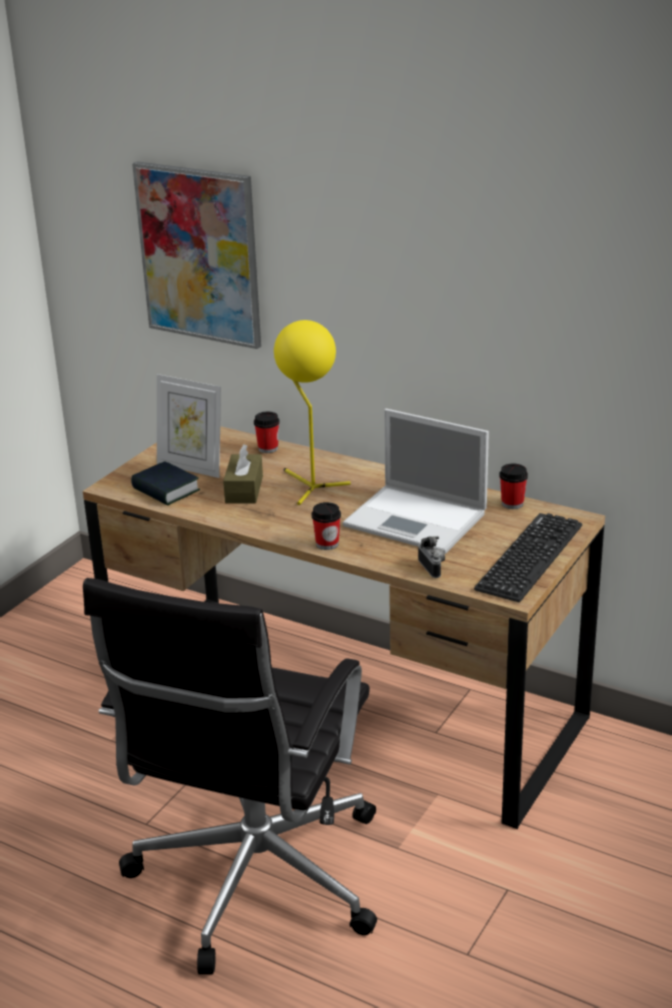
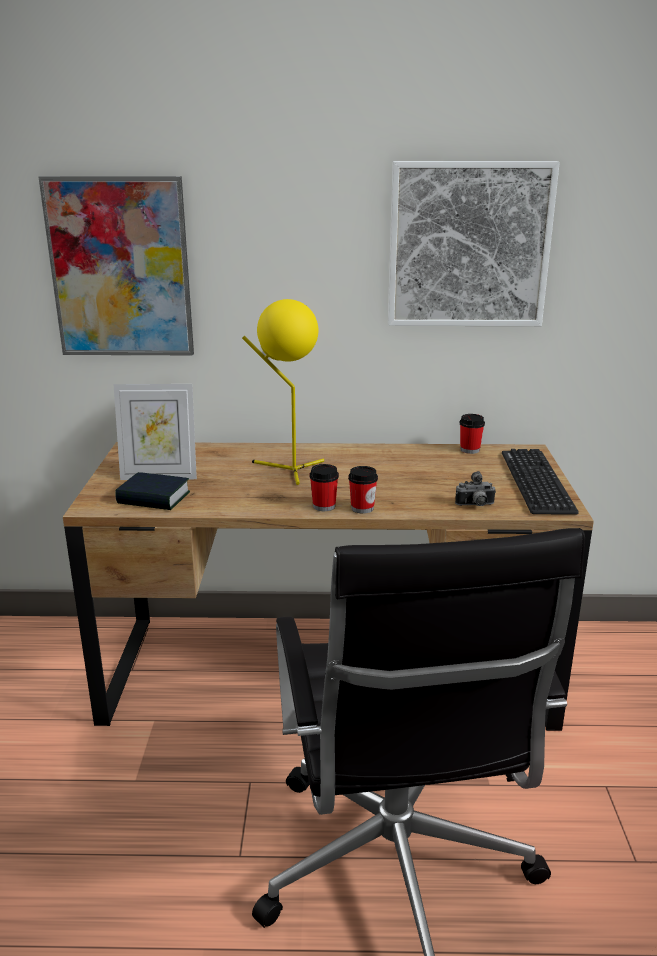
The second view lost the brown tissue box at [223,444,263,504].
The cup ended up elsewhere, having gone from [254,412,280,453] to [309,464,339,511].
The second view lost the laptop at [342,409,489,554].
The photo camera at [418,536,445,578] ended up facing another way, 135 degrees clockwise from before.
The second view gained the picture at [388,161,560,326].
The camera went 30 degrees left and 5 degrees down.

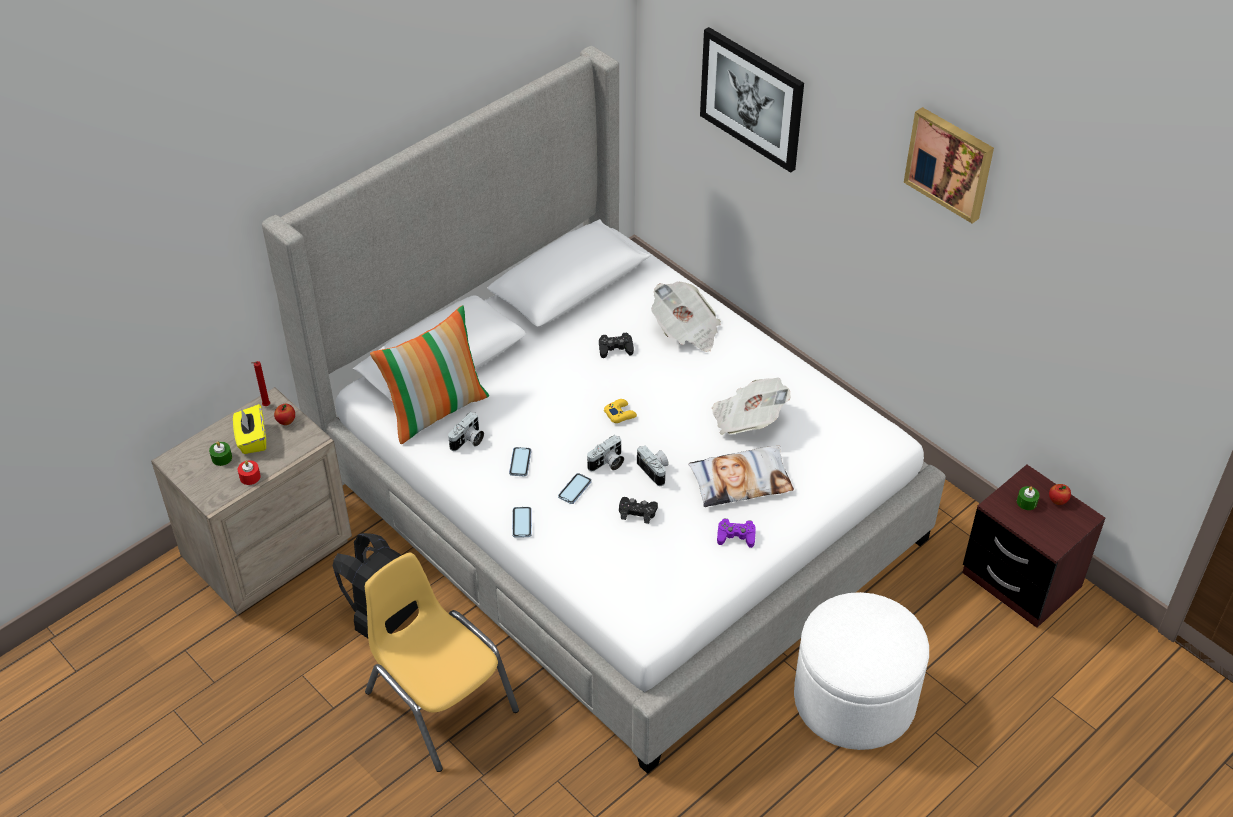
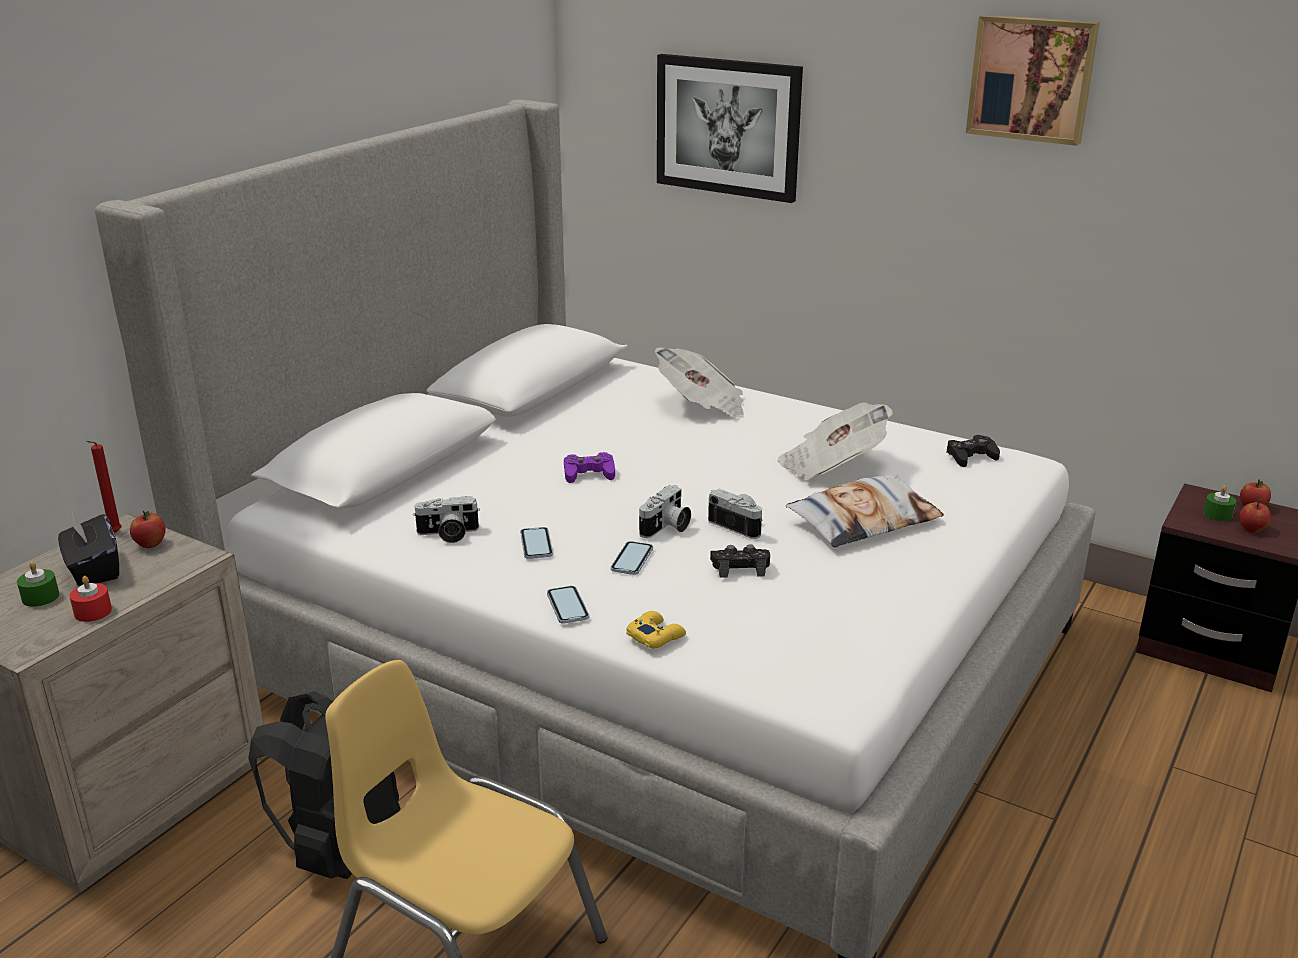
What was the yellow tissue box at [233,404,266,454] turned into the black tissue box at [58,513,119,586].
The second view lost the pillow at [370,305,489,444].
The photo camera at [448,412,484,451] ended up facing another way, 60 degrees clockwise from before.
The black game controller ended up elsewhere, having gone from [599,333,634,358] to [946,435,1000,467].
The yellow game controller ended up elsewhere, having gone from [604,399,637,423] to [626,611,686,649].
The purple game controller ended up elsewhere, having gone from [717,519,756,548] to [564,452,615,483].
The second view lost the white ottoman at [794,592,929,750].
The second view gained the apple at [1239,500,1271,533].
The camera went 15 degrees left and 20 degrees down.

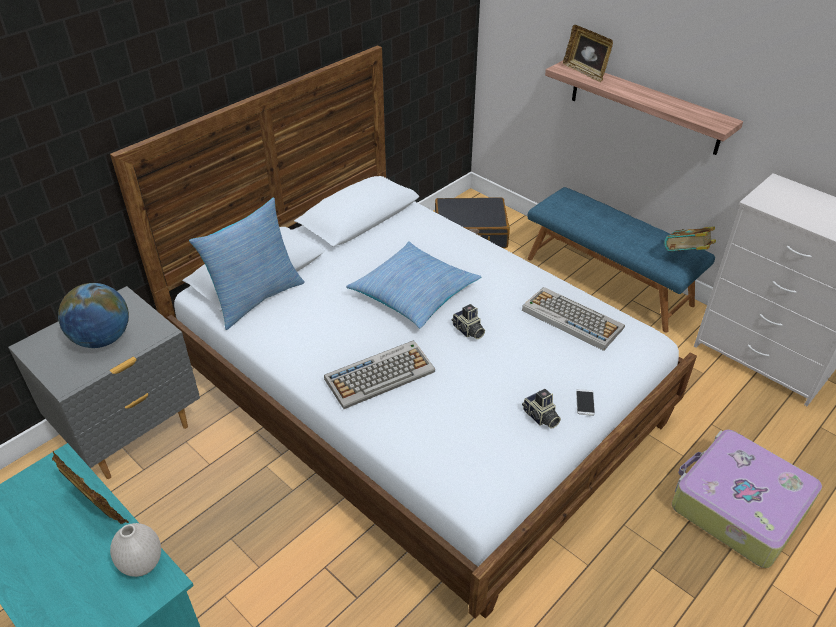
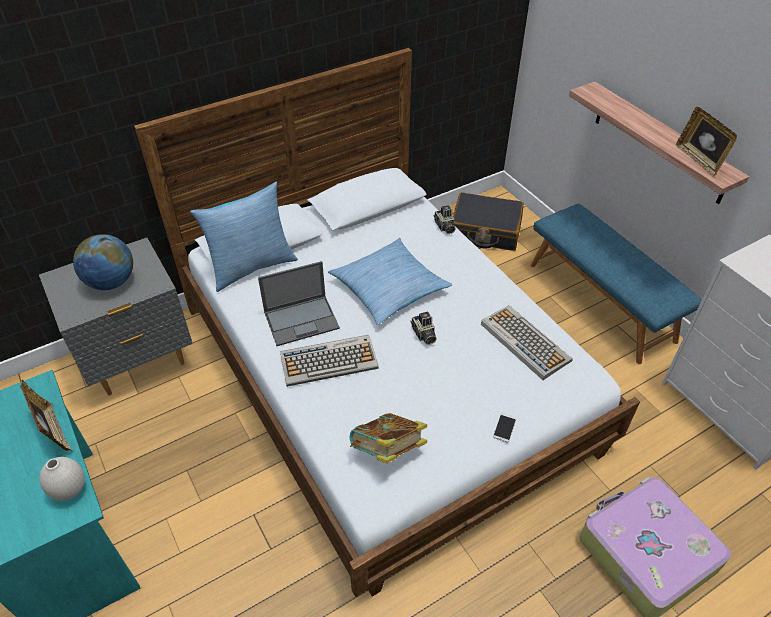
The photo camera ended up elsewhere, having gone from [522,389,561,429] to [433,205,456,234].
The picture frame ended up elsewhere, having gone from [563,25,613,82] to [676,107,737,177].
The book ended up elsewhere, having gone from [664,226,716,251] to [350,413,427,464].
The second view gained the laptop at [258,261,340,346].
The camera went 15 degrees right and 5 degrees up.

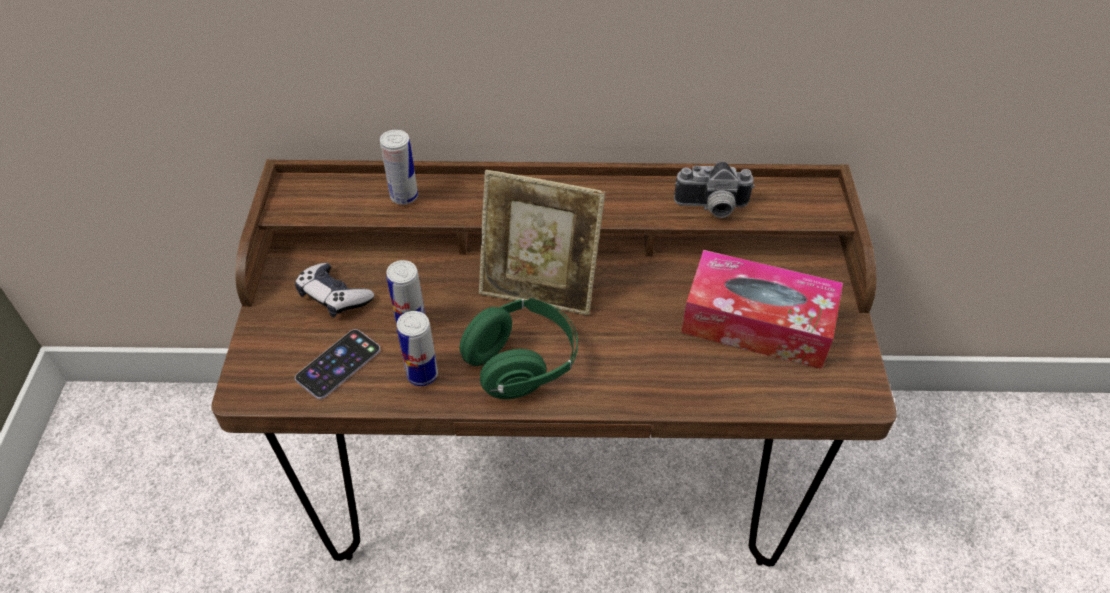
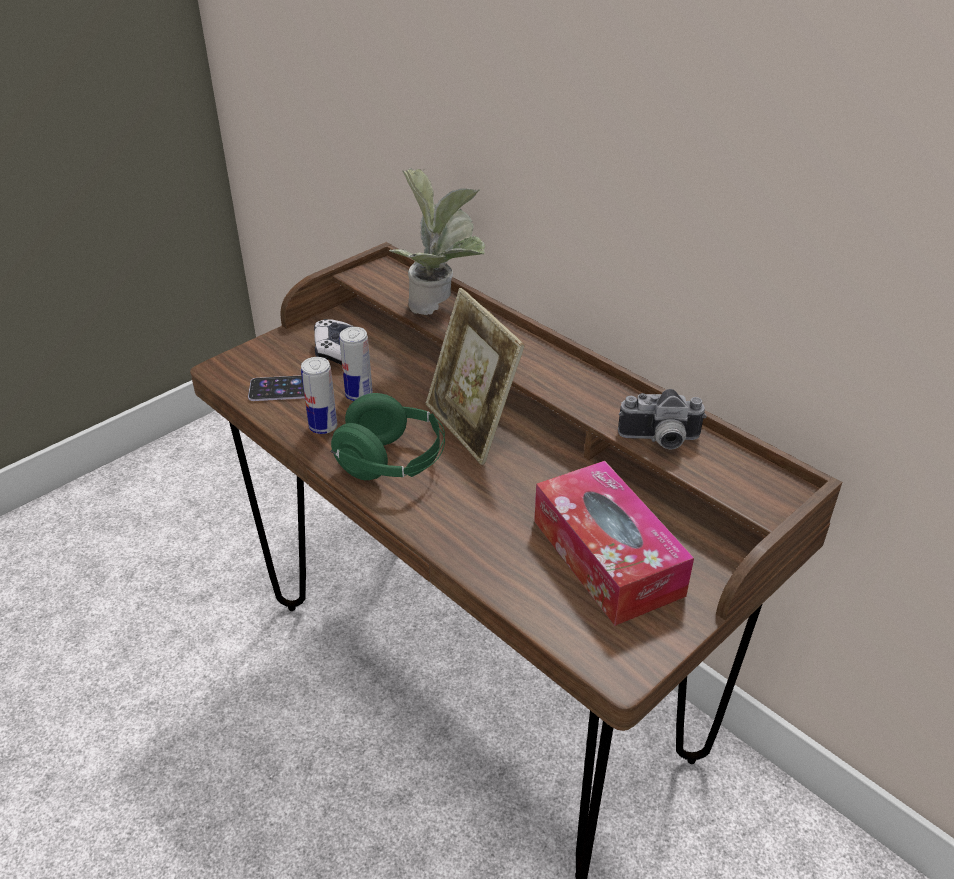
Where the can stood at [380,130,418,205], the potted plant came to stand at [389,168,485,315].
The photo camera at [674,161,755,218] ended up facing another way, 45 degrees counterclockwise from before.
The camera went 45 degrees right and 10 degrees down.

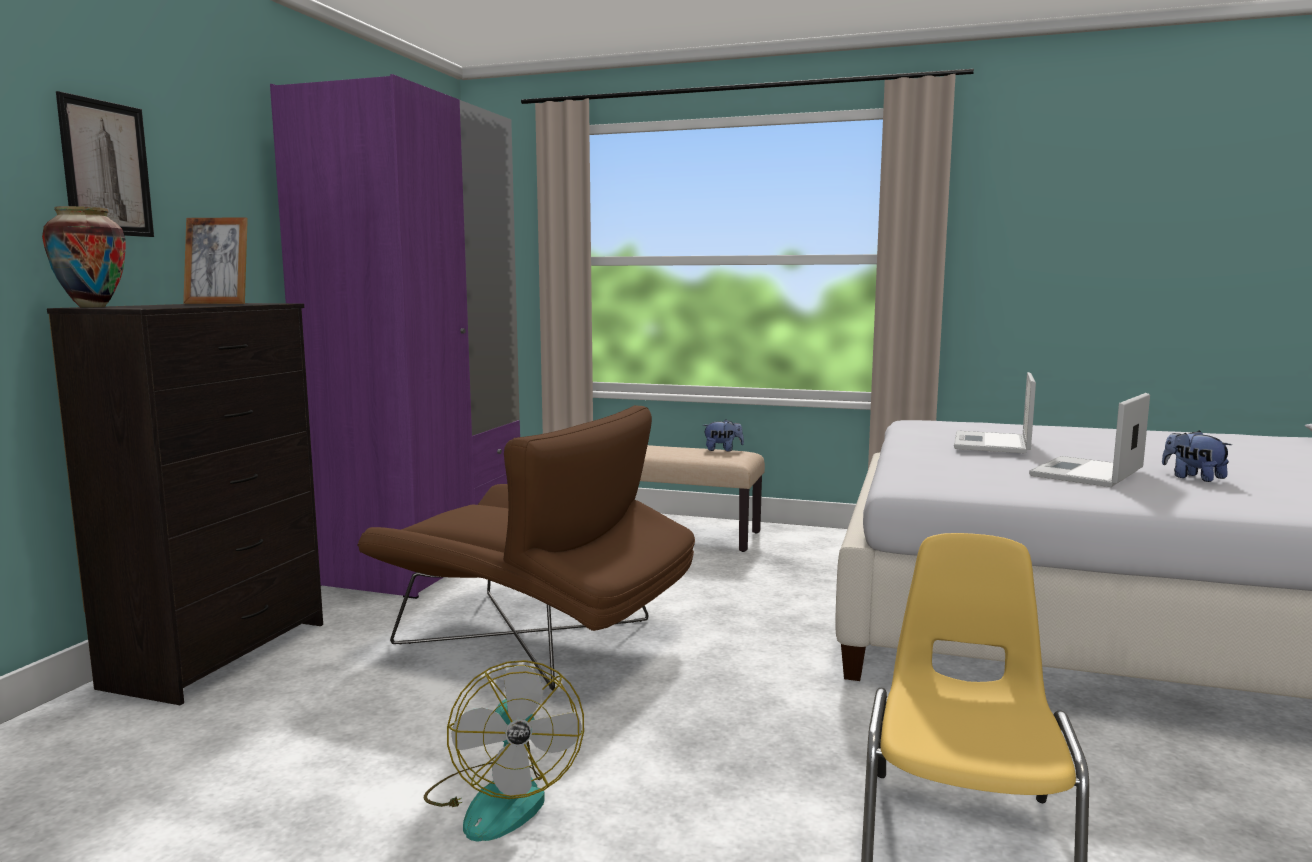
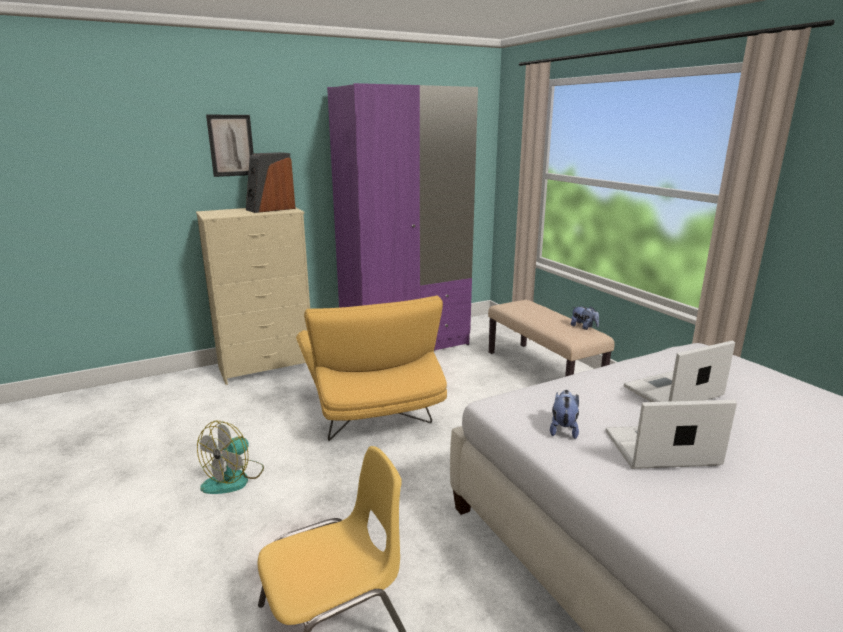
The second view lost the vase at [42,206,126,307].
What was the black dresser at [47,303,323,705] turned into the beige dresser at [196,207,310,385].
Where the picture frame stood at [183,217,248,304], the speaker came to stand at [246,152,296,213].
What was the brown armchair at [357,405,695,691] turned into the yellow armchair at [296,295,447,441].
The plush toy ended up elsewhere, having gone from [1162,430,1232,482] to [550,390,579,439].
The camera went 45 degrees right and 10 degrees up.

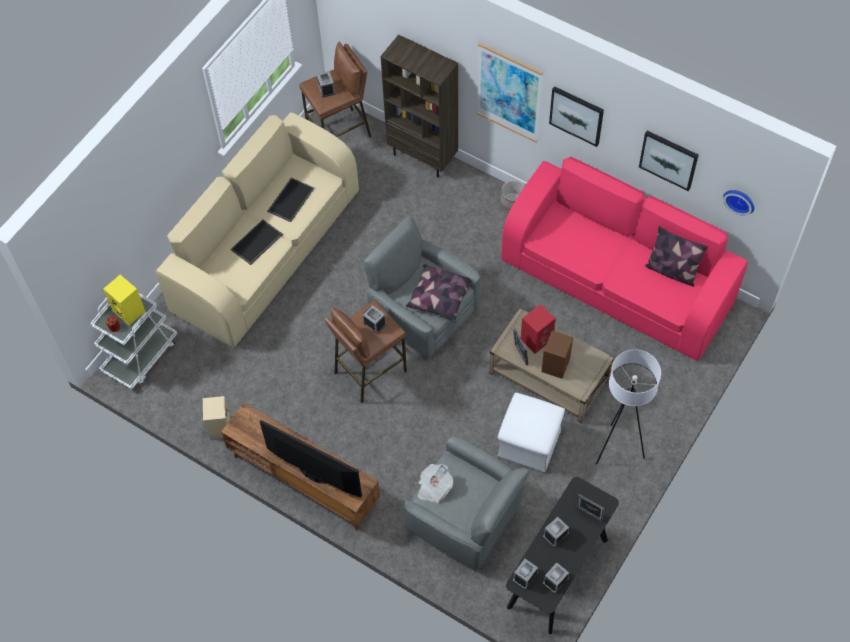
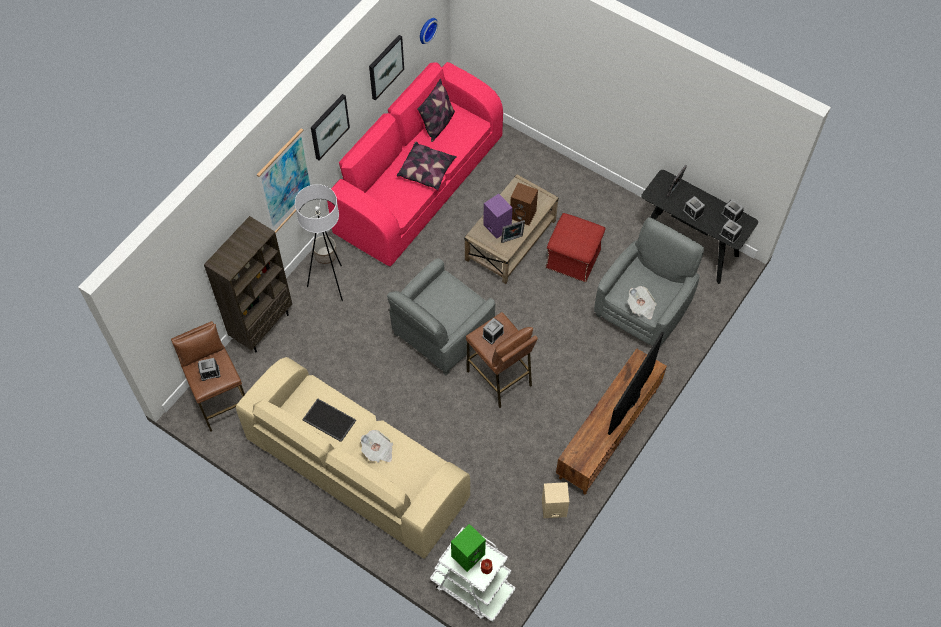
What was the yellow speaker at [104,275,145,325] turned into the green speaker at [451,524,486,572].
Where the tray stood at [231,219,283,265], the newspaper came to stand at [361,430,393,463].
The pillow ended up elsewhere, having gone from [406,264,474,323] to [397,142,456,190].
What was the white ottoman at [497,393,565,473] turned into the red ottoman at [545,213,606,282].
What was the red speaker at [521,304,556,354] turned into the purple speaker at [483,194,513,239].
The white floor lamp ended up elsewhere, having gone from [596,350,661,464] to [295,184,343,301].
The camera went 90 degrees left and 0 degrees up.

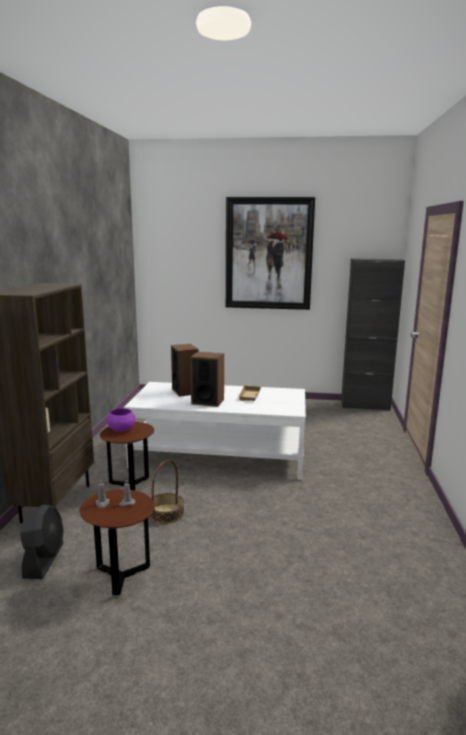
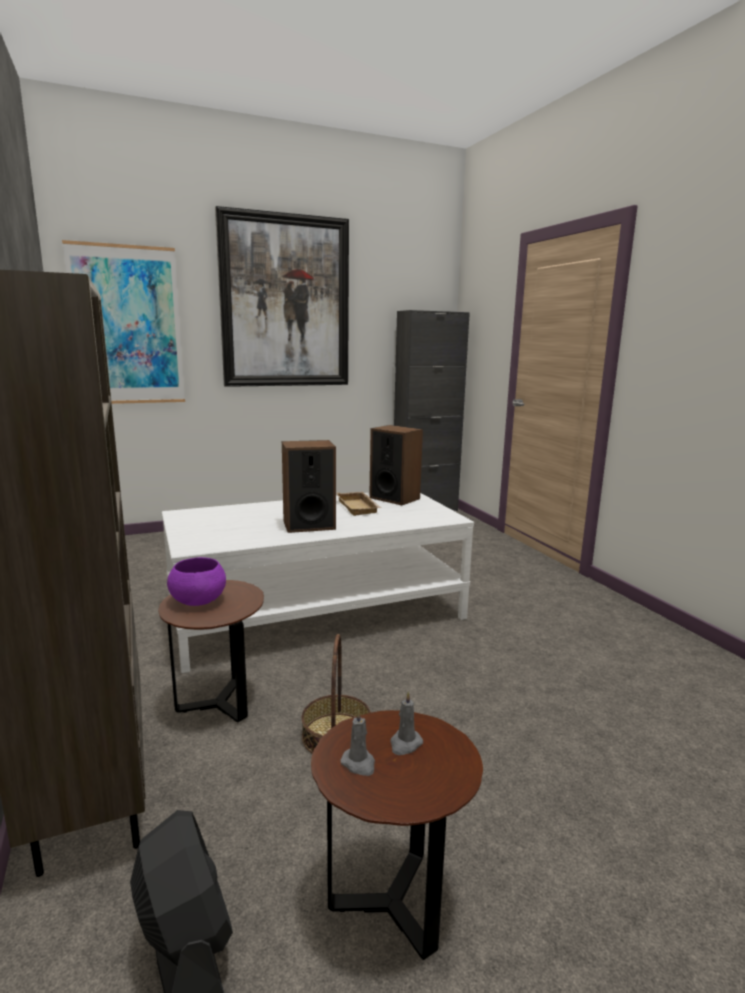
The speaker ended up elsewhere, having gone from [171,344,198,397] to [369,425,423,505].
The second view gained the picture at [62,240,185,404].
The camera went 30 degrees left and 0 degrees up.

